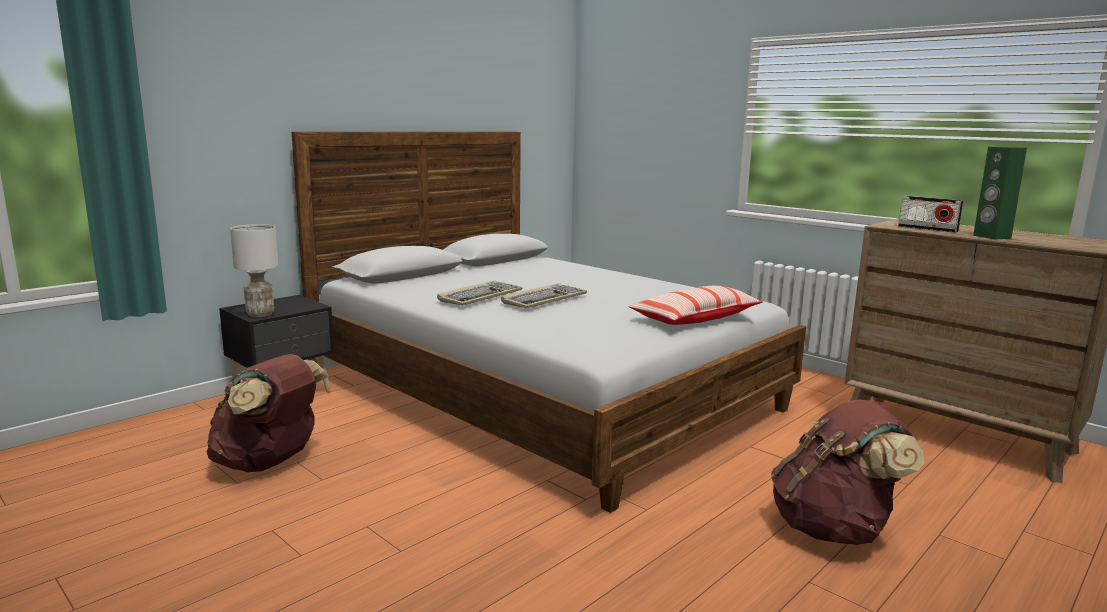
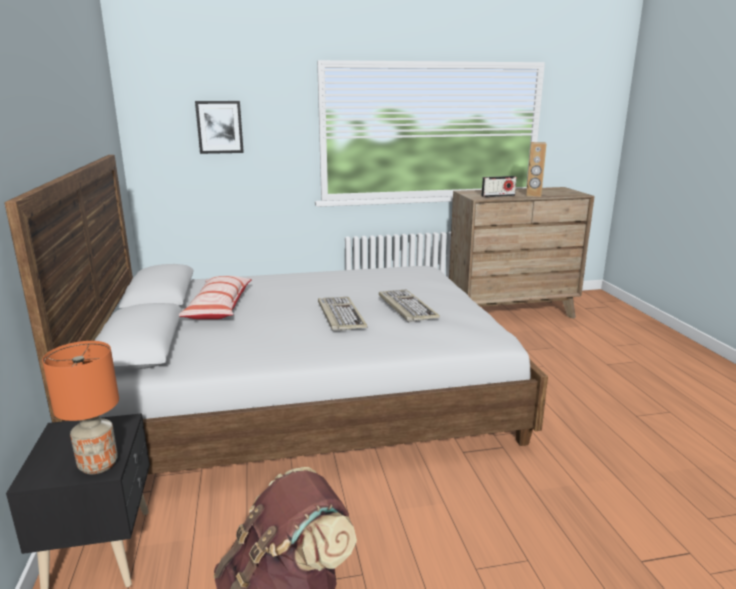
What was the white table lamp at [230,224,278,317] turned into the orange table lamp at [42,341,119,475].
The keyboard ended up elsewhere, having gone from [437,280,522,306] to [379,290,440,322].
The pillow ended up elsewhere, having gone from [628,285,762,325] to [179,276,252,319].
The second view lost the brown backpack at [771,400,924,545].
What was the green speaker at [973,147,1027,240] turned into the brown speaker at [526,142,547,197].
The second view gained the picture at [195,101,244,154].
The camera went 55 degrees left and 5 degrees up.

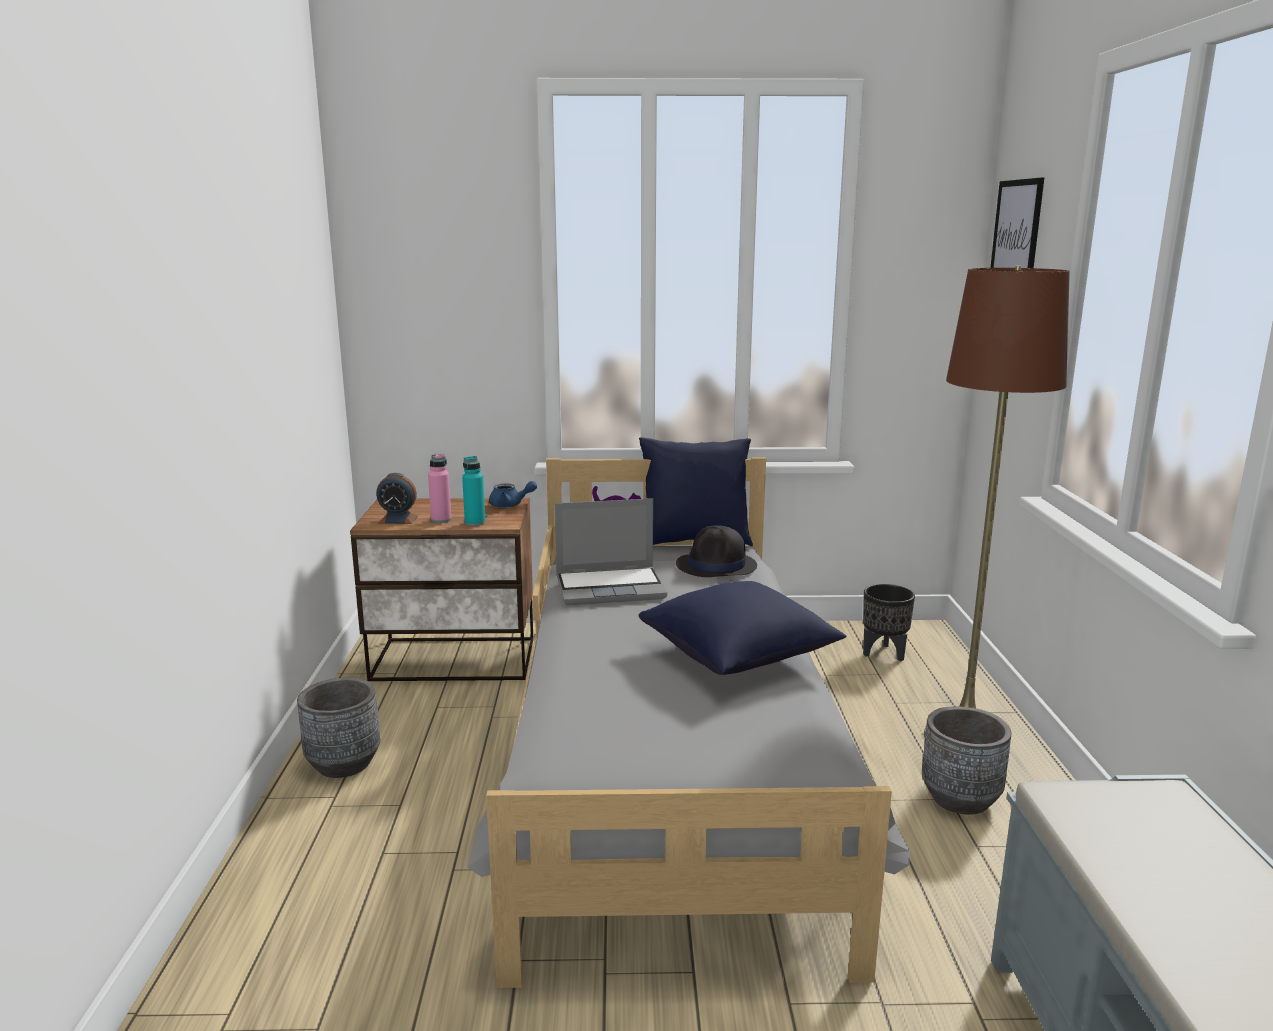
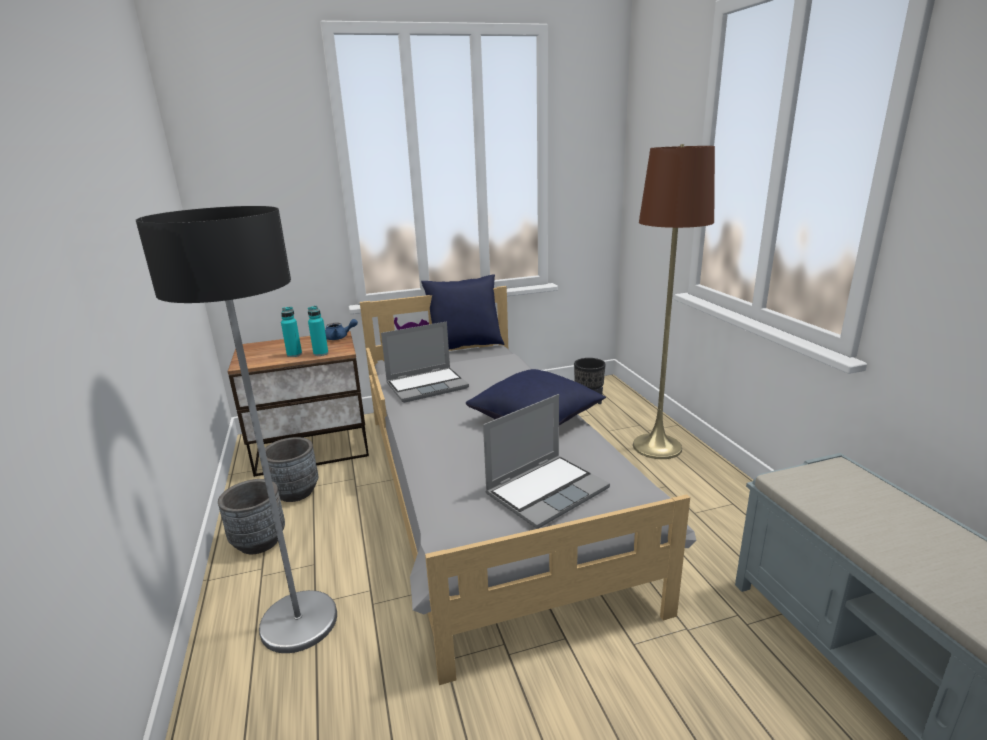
The second view lost the alarm clock at [376,473,418,524].
What was the pink bottle at [428,454,452,523] turned into the turquoise bottle at [281,307,302,357].
The second view lost the black hat at [676,525,757,577].
The grey planter ended up elsewhere, having gone from [922,706,1012,815] to [265,437,318,502].
The second view lost the picture at [990,178,1044,268].
The second view gained the floor lamp at [136,206,337,653].
The second view gained the laptop at [483,394,610,529].
The camera went 15 degrees left and 5 degrees up.

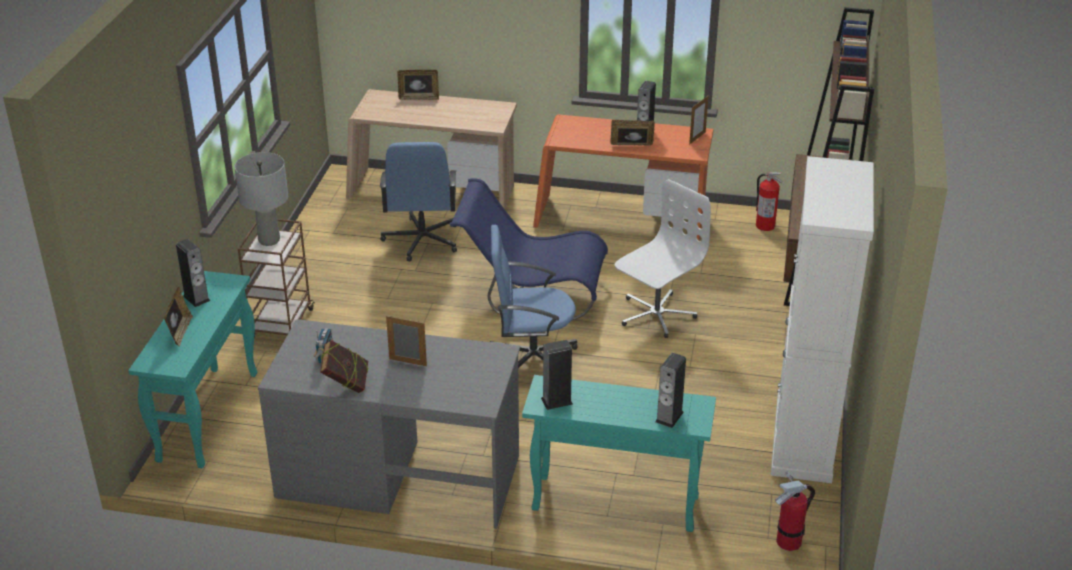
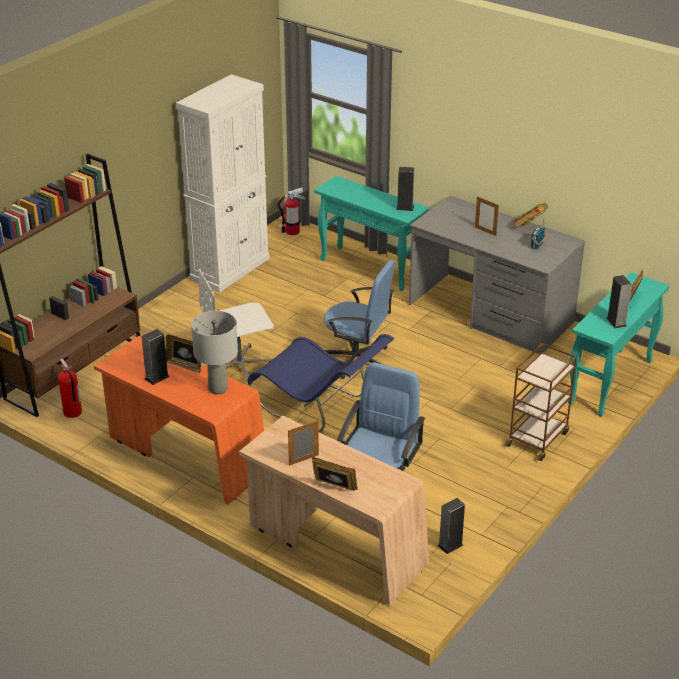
The grey table lamp ended up elsewhere, having gone from [234,152,288,246] to [191,311,238,394].
The speaker ended up elsewhere, having gone from [655,353,686,428] to [438,498,465,554].
The picture frame ended up elsewhere, having gone from [689,96,708,144] to [288,420,319,466].
The camera went 155 degrees left and 0 degrees up.

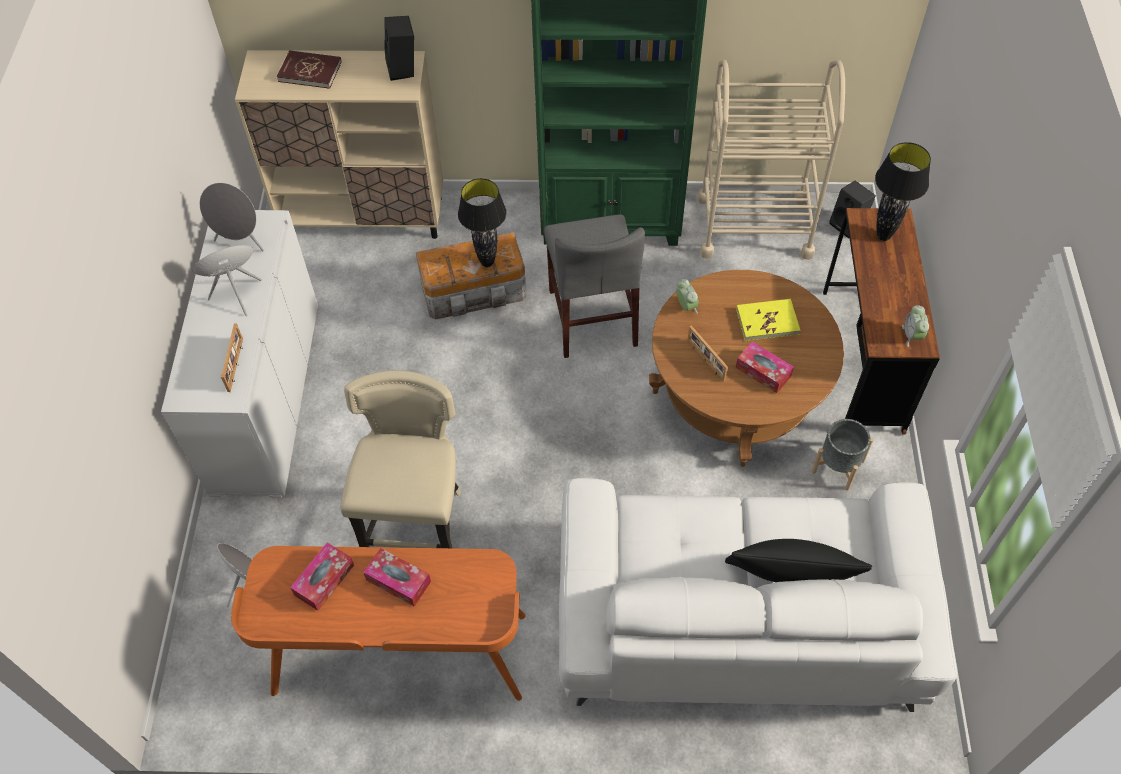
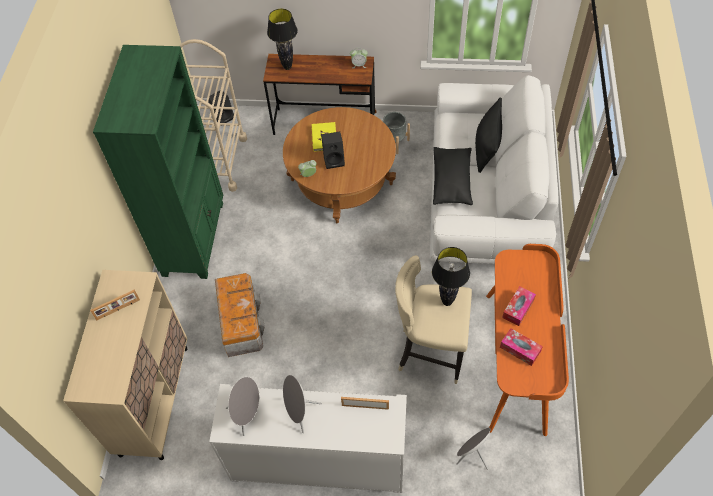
The second view lost the red book at [277,50,342,89].
The black speaker ended up elsewhere, having gone from [384,16,414,81] to [321,131,345,169].
The black table lamp ended up elsewhere, having gone from [458,178,507,267] to [432,247,470,306].
The second view lost the grey chair at [544,214,645,358].
The picture frame ended up elsewhere, having gone from [687,325,728,382] to [90,290,140,320].
The second view lost the tissue box at [736,342,794,393].
The second view gained the black pillow at [433,147,473,205].
The camera went 85 degrees left and 0 degrees up.

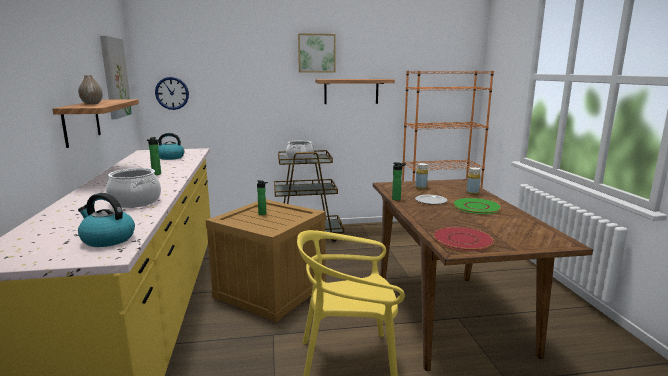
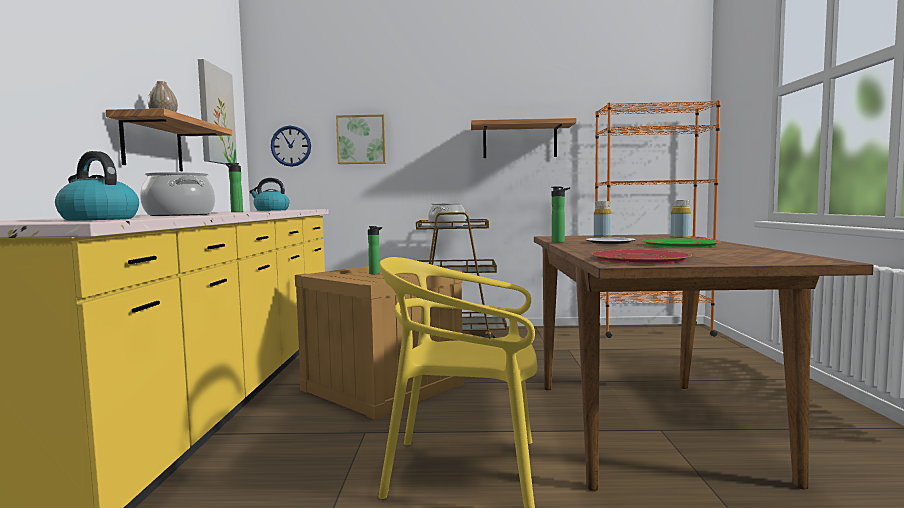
The picture ended up elsewhere, having gone from [298,33,336,72] to [336,114,386,164].
The camera went 10 degrees right and 10 degrees down.

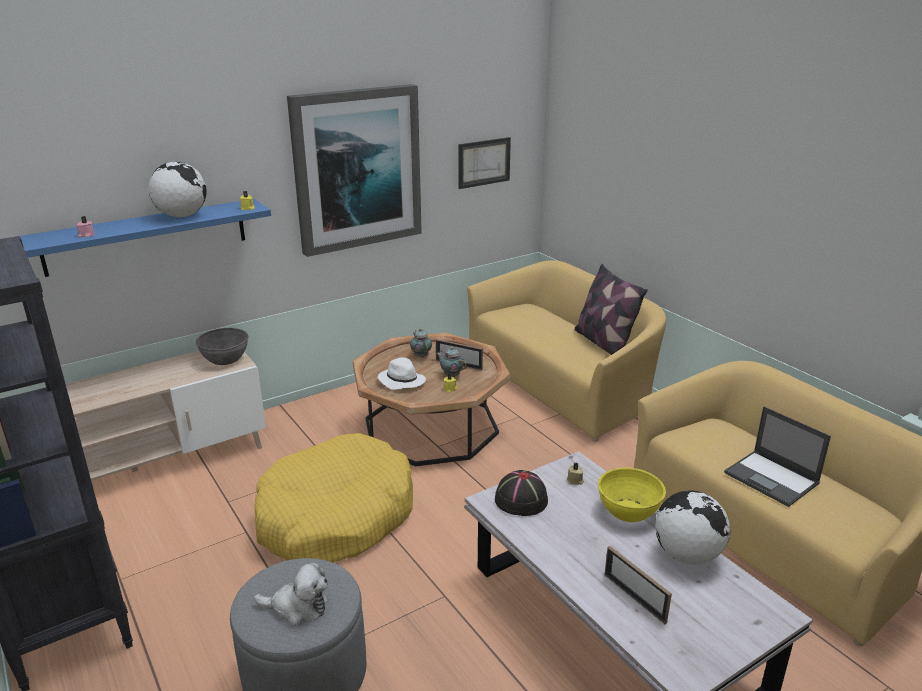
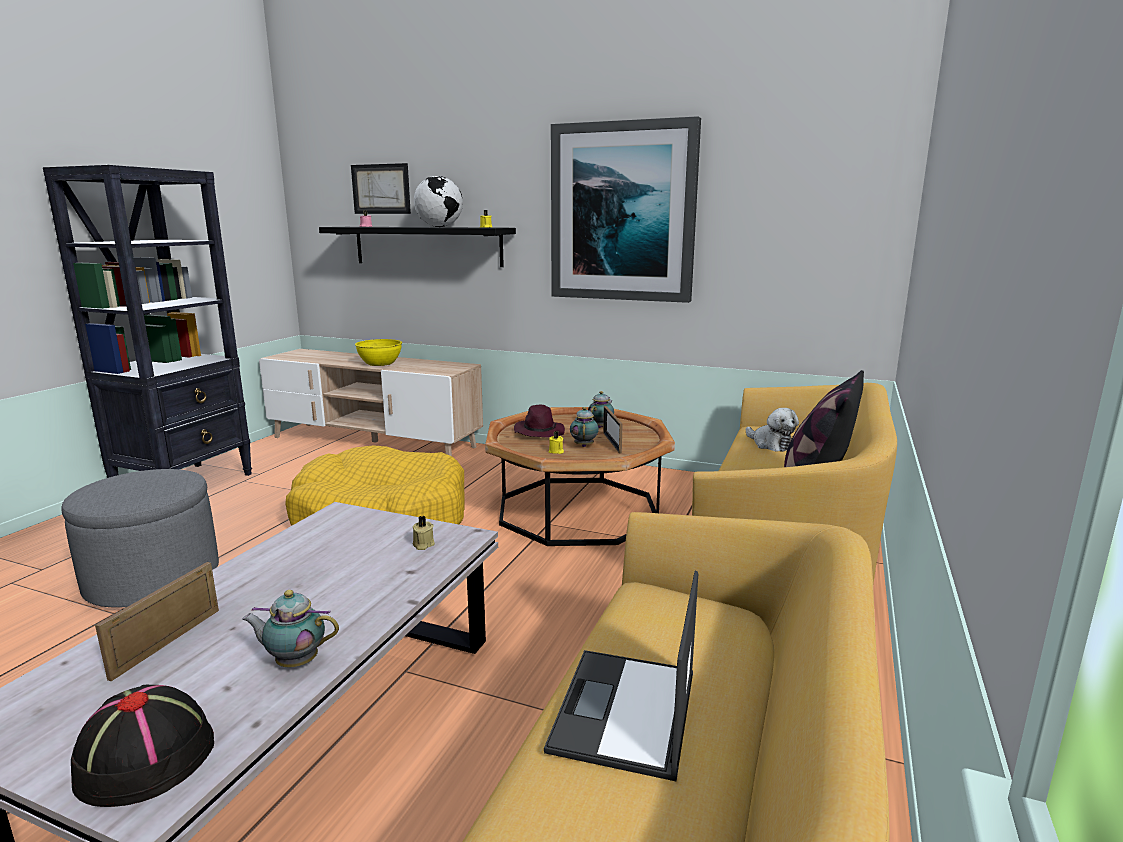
What was the blue shelf at [20,199,271,277] turned into the black shelf at [319,227,516,267].
The second view lost the grey bowl at [196,328,248,365].
The plush toy ended up elsewhere, having gone from [254,562,328,626] to [746,408,799,452].
What was the white hat at [378,357,426,390] turned into the purple hat at [514,404,565,437].
The picture ended up elsewhere, having gone from [458,137,511,189] to [351,163,411,214].
The black hat ended up elsewhere, having gone from [495,470,548,516] to [71,684,214,807].
The yellow bowl ended up elsewhere, having gone from [598,467,666,522] to [355,339,402,366].
Where the globe stood at [655,491,730,565], the teapot came to stand at [242,590,339,667].
The camera went 55 degrees right and 10 degrees down.

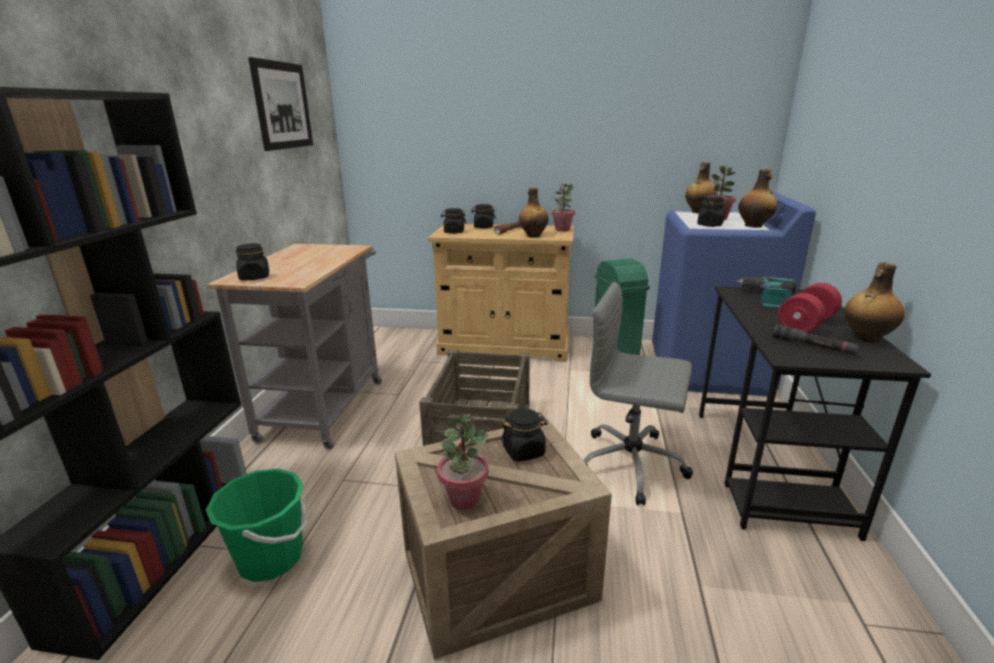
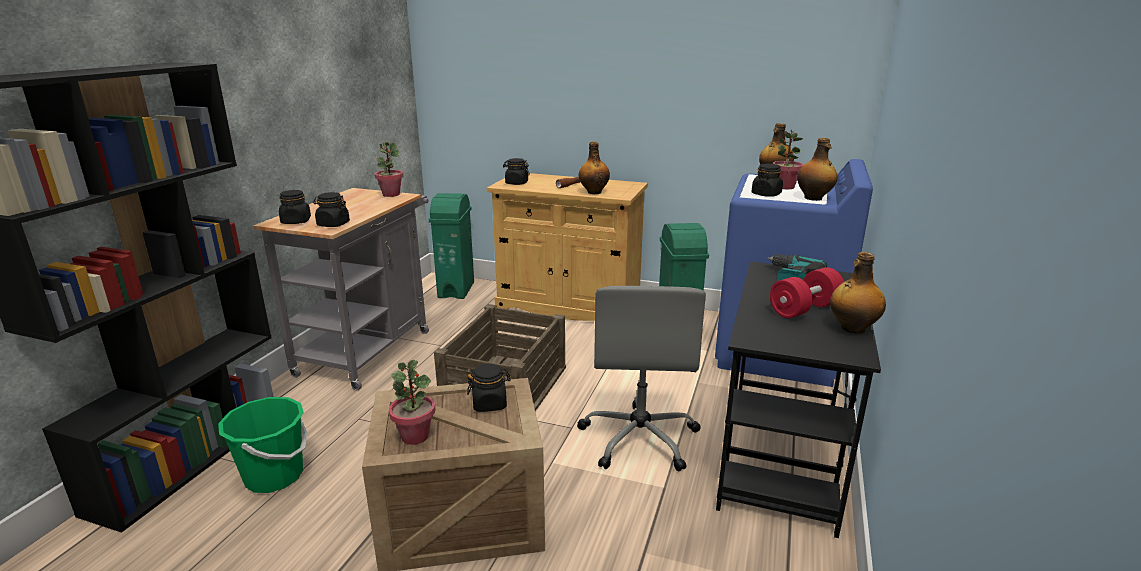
The second view lost the picture at [248,57,313,151].
The black jar ended up elsewhere, having gone from [471,204,496,229] to [313,192,350,227].
The potted plant ended up elsewhere, having gone from [551,184,575,232] to [375,142,404,197].
The grey office chair at [583,281,693,505] ended up facing another way, 120 degrees counterclockwise from before.
The second view lost the black flashlight at [773,324,861,356].
The second view gained the green trash can at [429,193,474,299].
The camera went 10 degrees right and 0 degrees up.

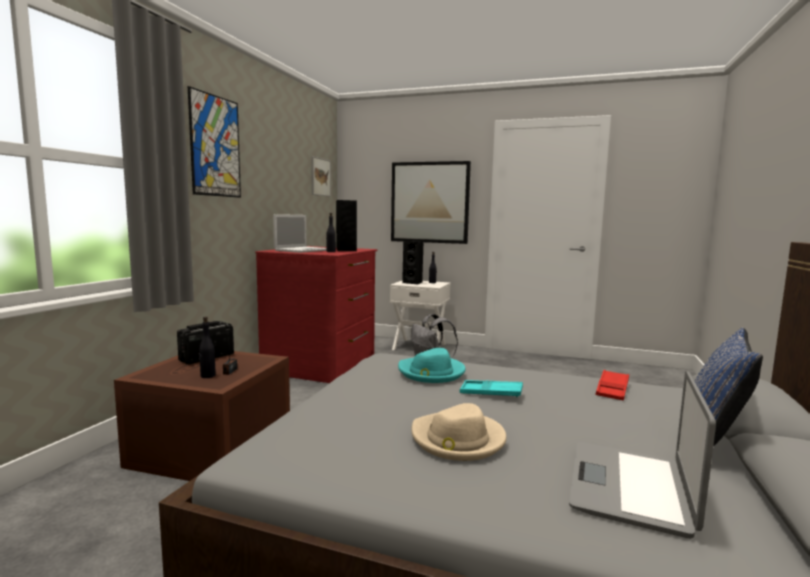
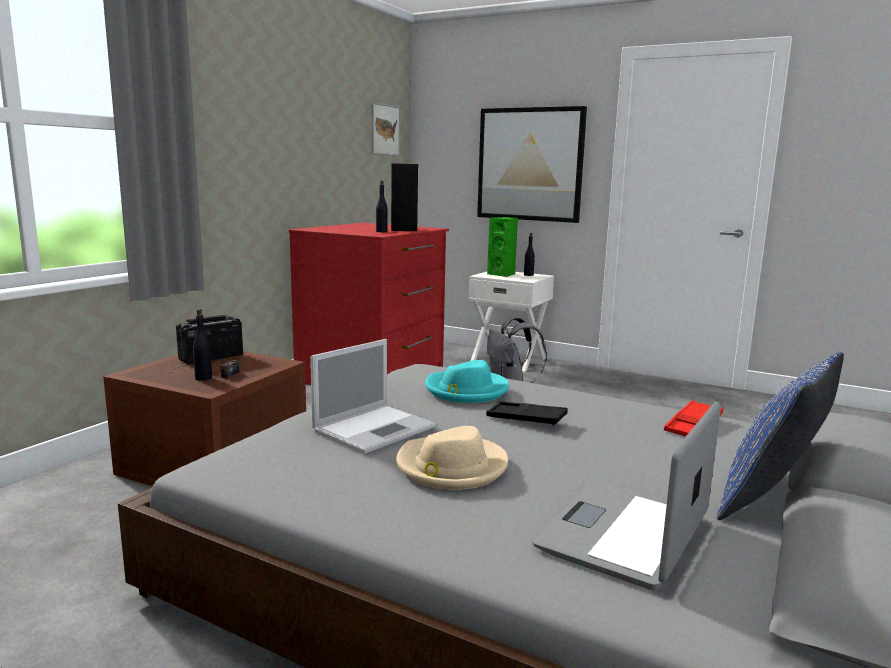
The second view lost the picture at [188,86,241,198].
The laptop ended up elsewhere, having gone from [273,214,327,253] to [310,339,437,454].
What was the black speaker at [402,241,423,285] turned into the green speaker at [487,217,518,277].
What was the turquoise tray at [460,380,523,397] turned into the black tray at [486,401,568,426].
The camera went 10 degrees right and 5 degrees up.

